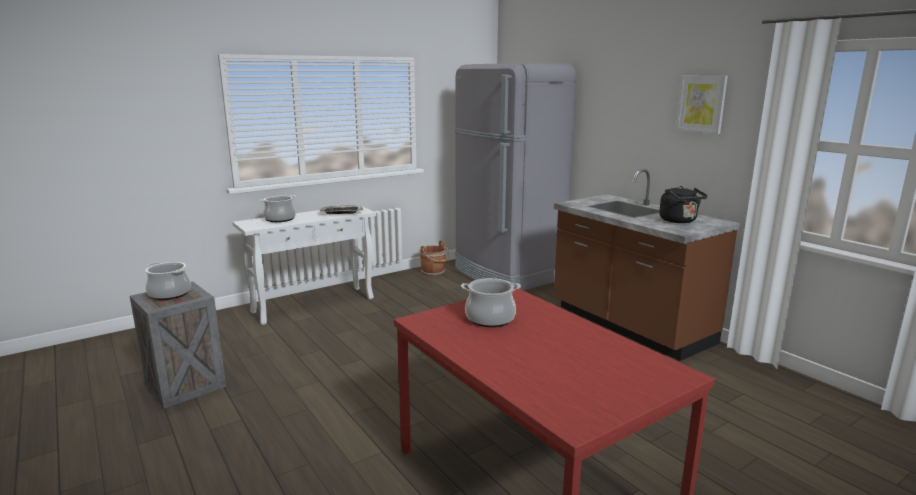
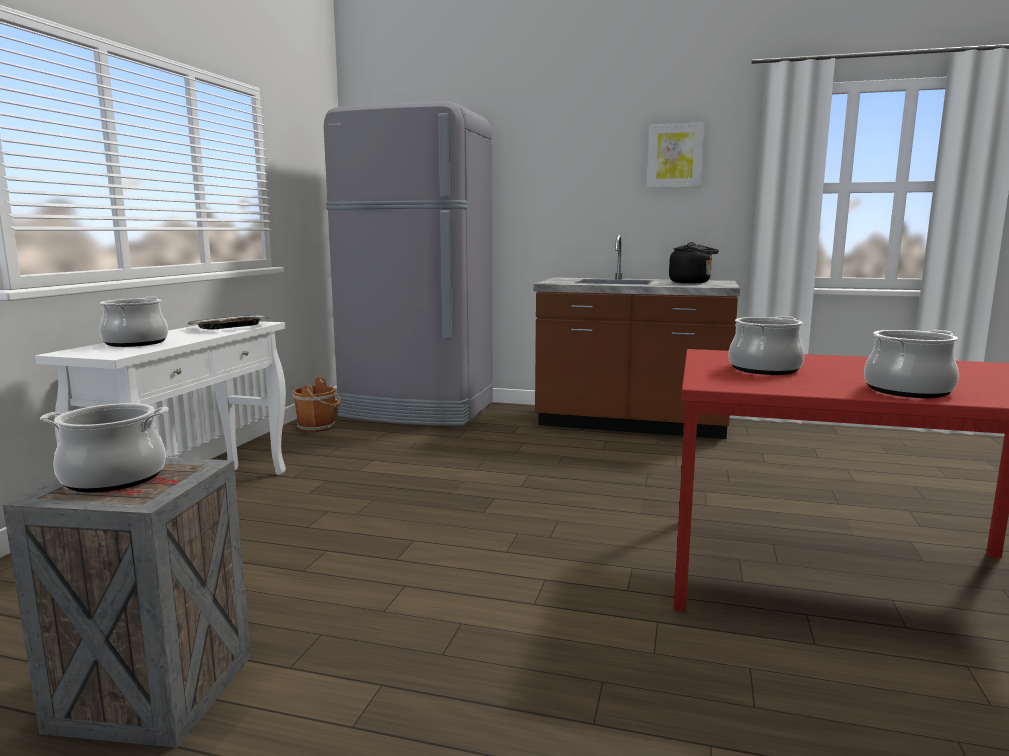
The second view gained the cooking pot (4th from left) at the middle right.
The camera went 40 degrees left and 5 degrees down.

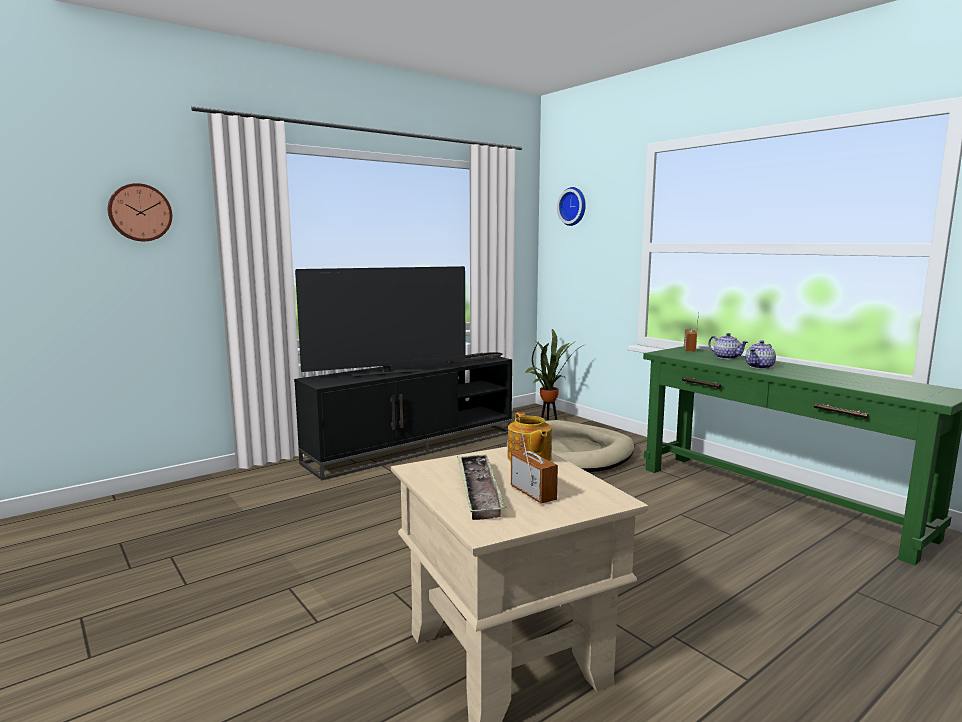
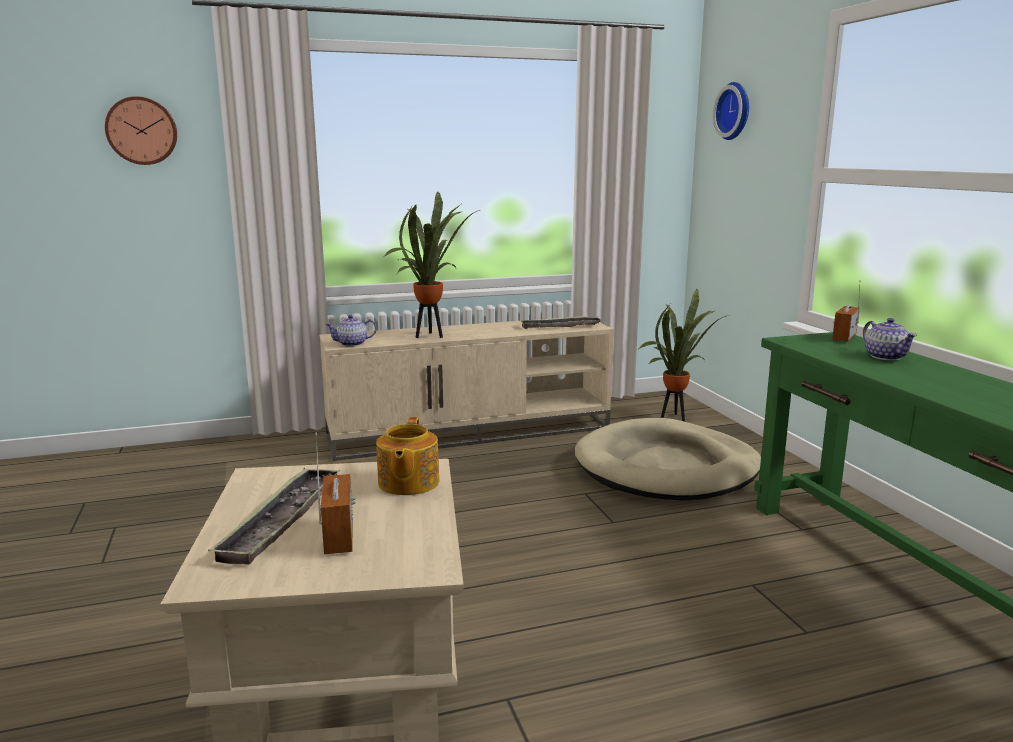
The teapot (3rd from left in the first image) ended up elsewhere, having gone from the middle right to the centre.
Where the television stood at the centre, the potted plant (1st from left) came to stand at the centre.
What was the black tv stand at the centre turned into the beige tv stand at the centre.
The camera went 20 degrees right and 5 degrees up.

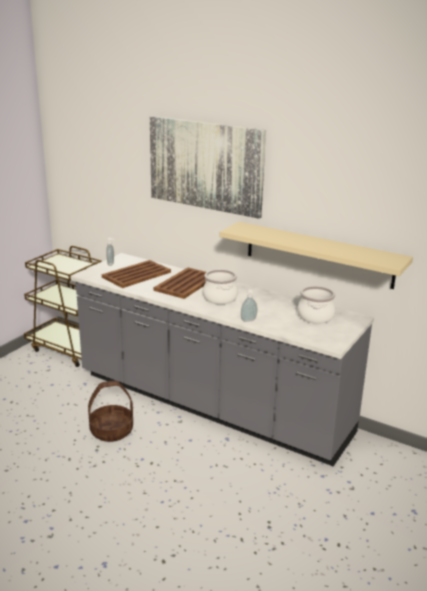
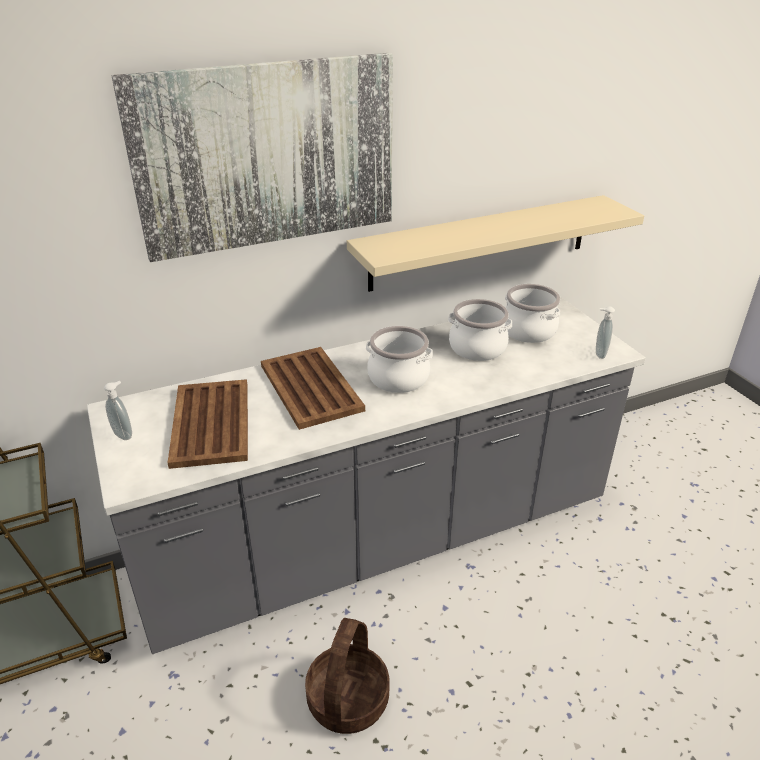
The second view gained the cooking pot (2nd from left) at the centre.
The soap dispenser (2nd from left) ended up elsewhere, having gone from the centre to the middle right.
The camera went 55 degrees left and 10 degrees up.

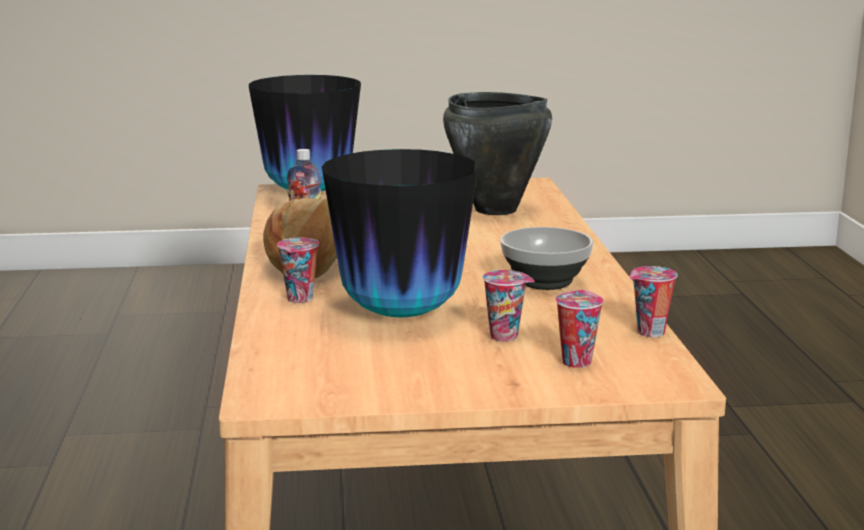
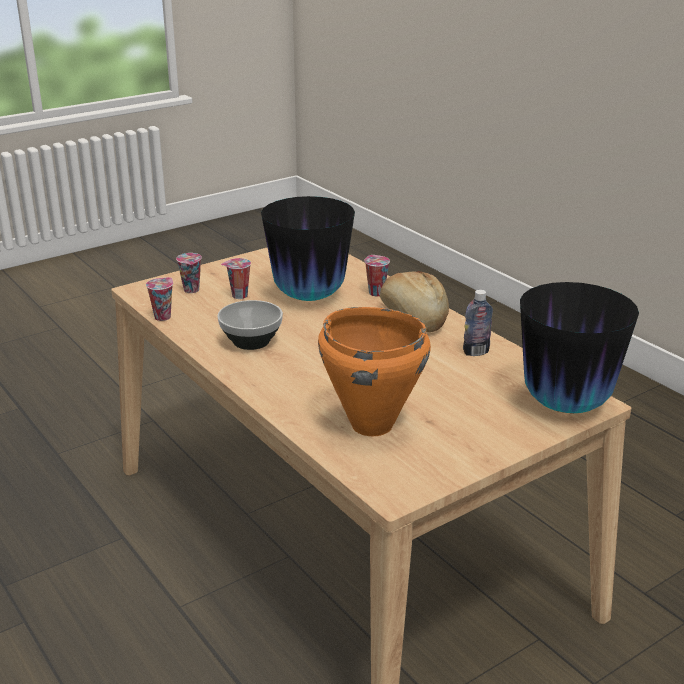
What was the black cooking pot at the top centre turned into the orange cooking pot at the centre.
The camera went 150 degrees right and 10 degrees up.

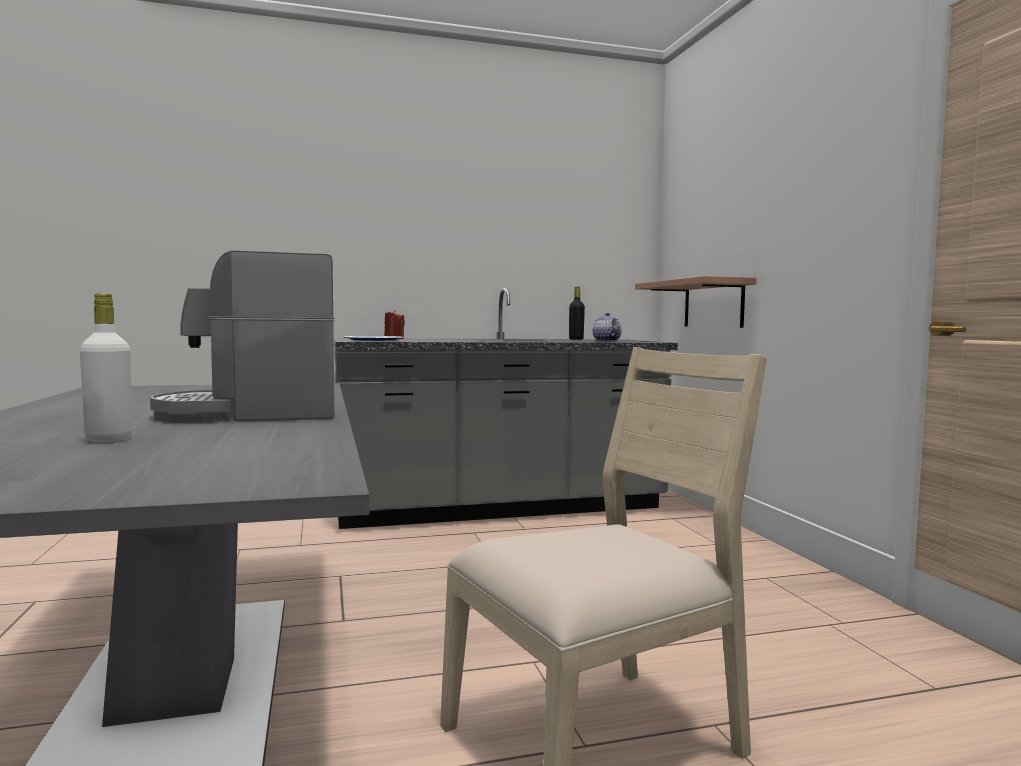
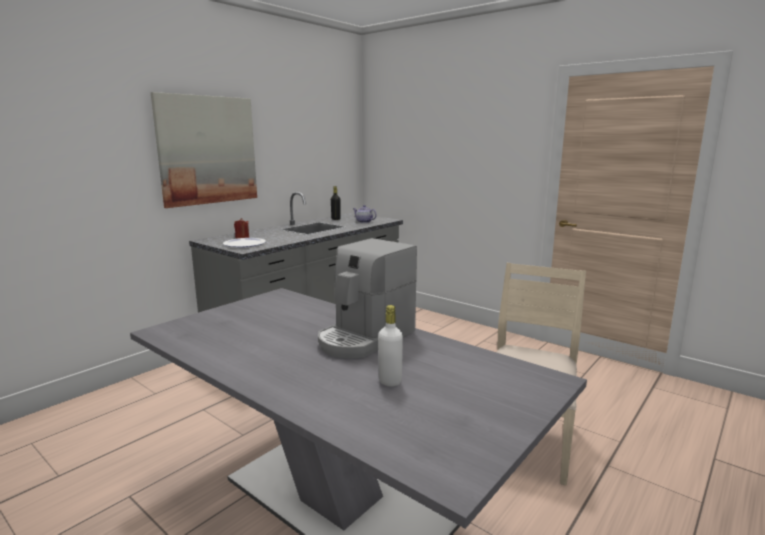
The second view lost the shelf at the middle right.
The second view gained the picture at the top left.
The camera went 35 degrees left and 10 degrees up.

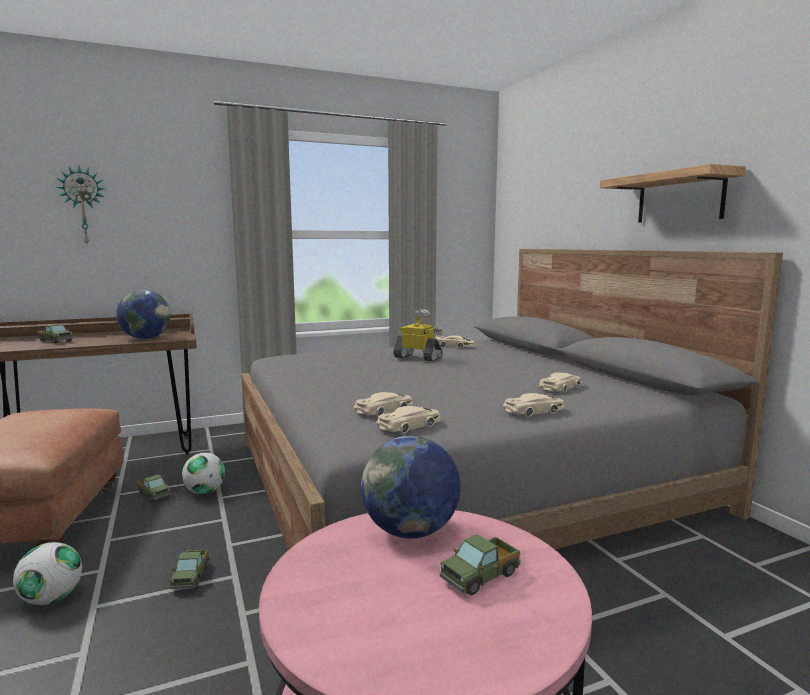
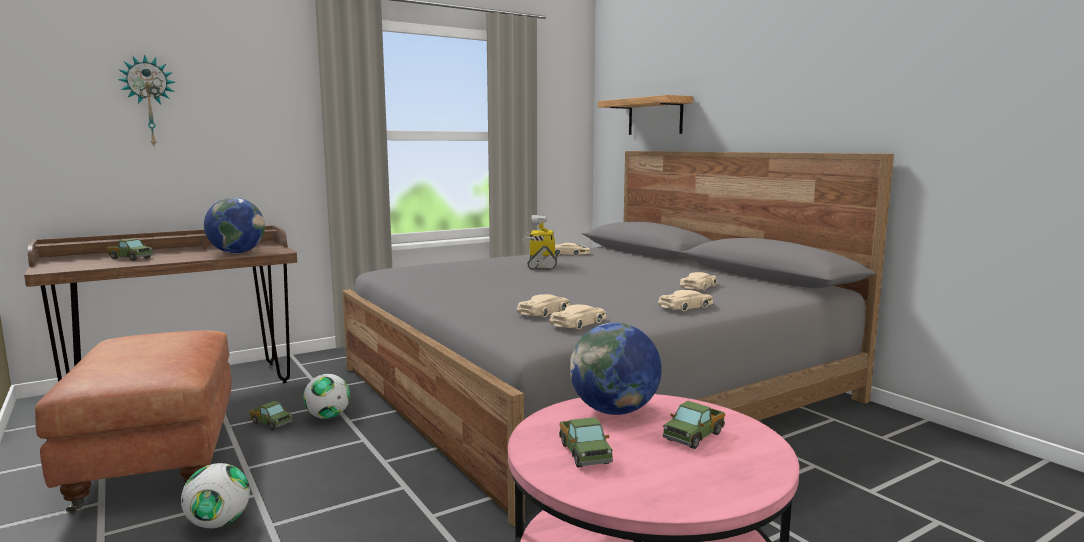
The toy truck (3rd from left) ended up elsewhere, having gone from the bottom left to the bottom centre.
The shelf ended up elsewhere, having gone from the top right to the top centre.
The toy robot at the centre ended up facing another way, 105 degrees counterclockwise from before.
The camera went 10 degrees left and 0 degrees up.

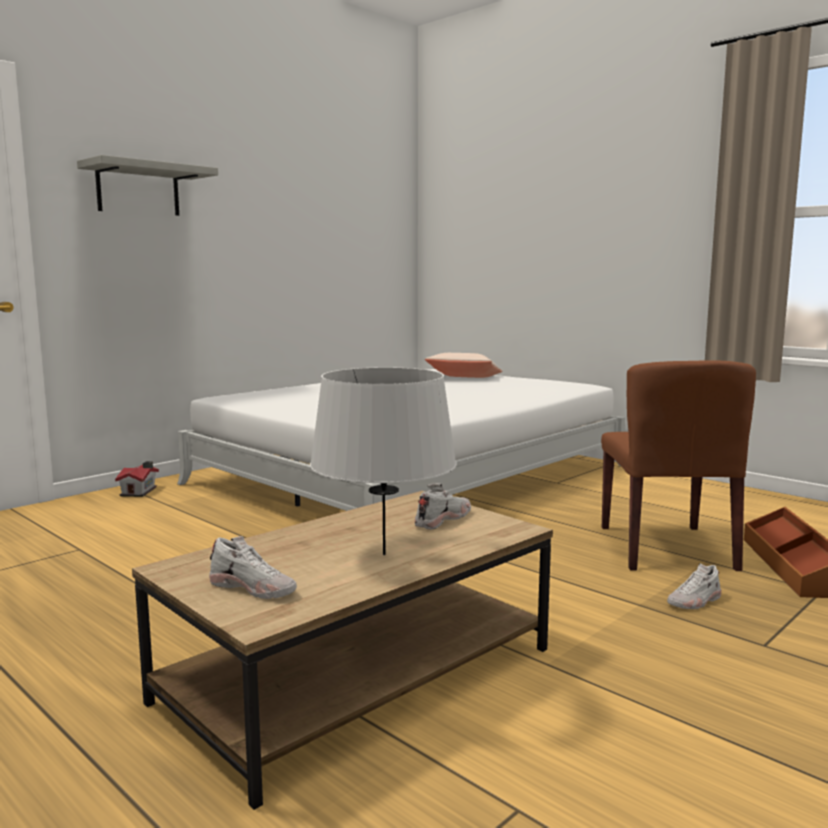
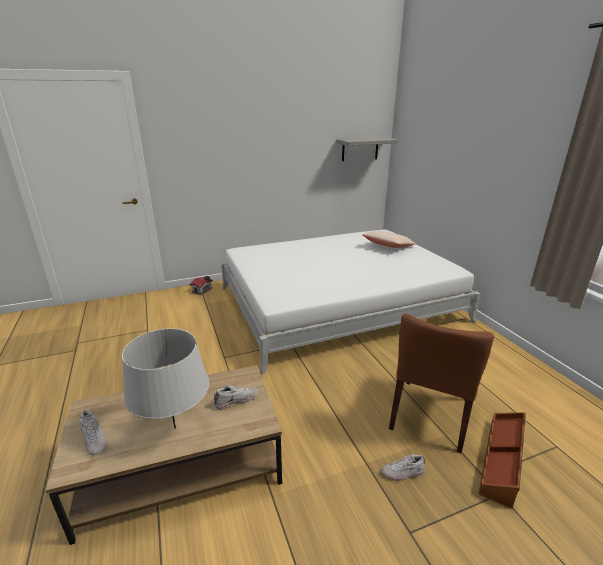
The grey shelf ended up elsewhere, having gone from the top left to the top centre.
The camera went 25 degrees right and 15 degrees up.

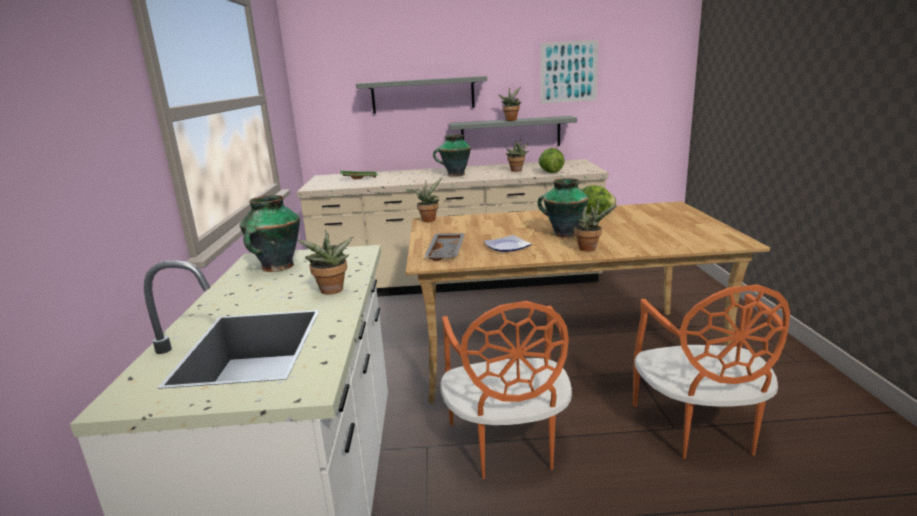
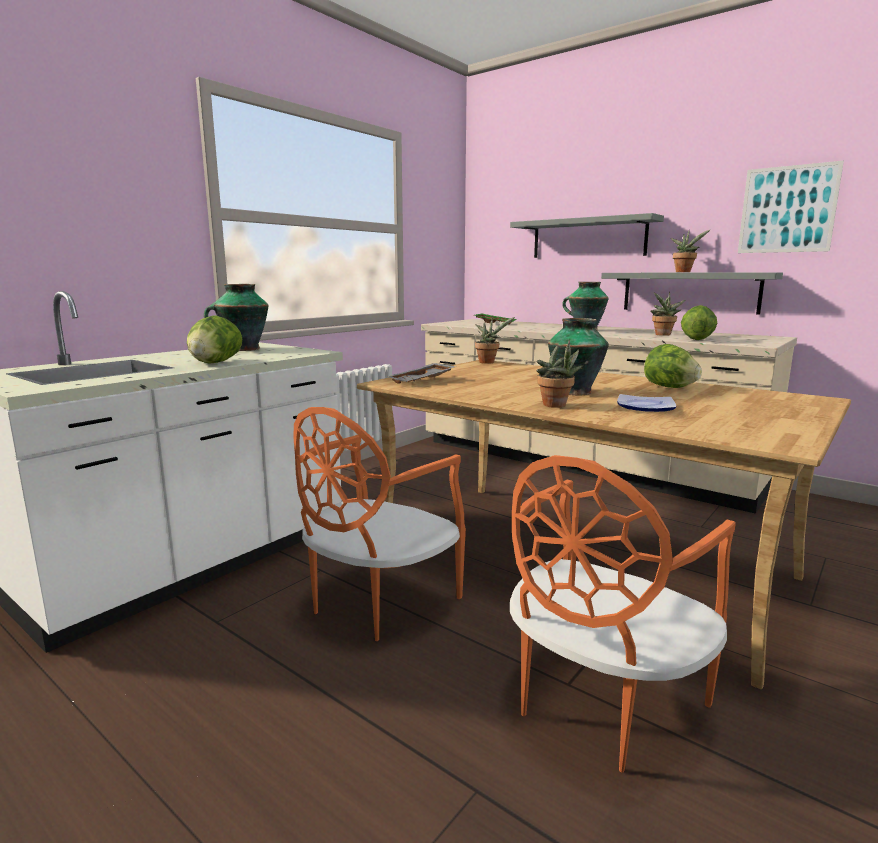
The plate ended up elsewhere, having gone from the centre to the middle right.
Where the potted plant (1st from left) stood at the centre, the lettuce (1st from left) came to stand at the middle left.
The camera went 40 degrees right and 5 degrees down.

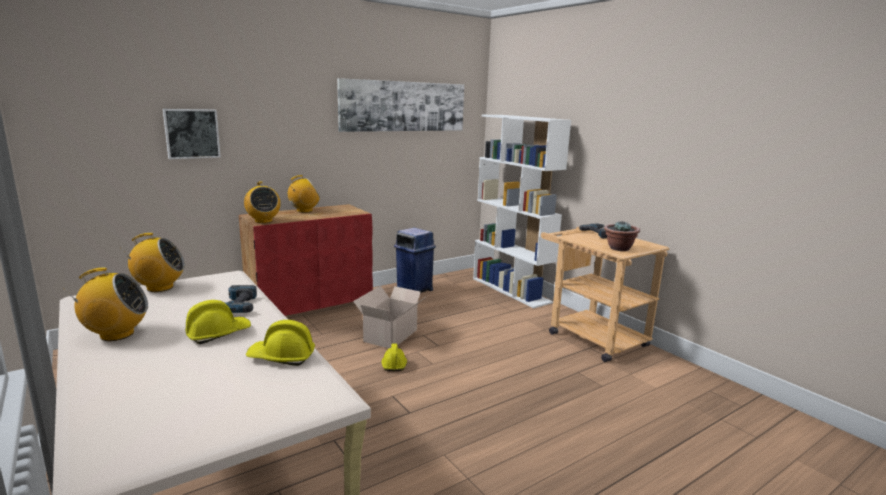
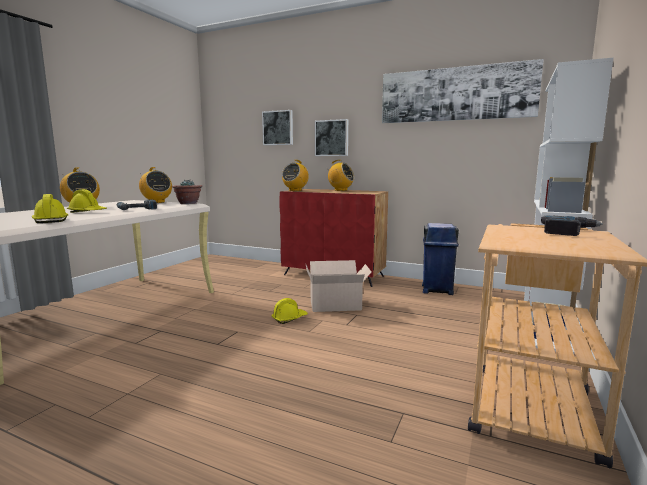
The second view gained the picture (2nd from left) at the top centre.
The potted plant ended up elsewhere, having gone from the middle right to the middle left.
The camera went 60 degrees right and 5 degrees down.

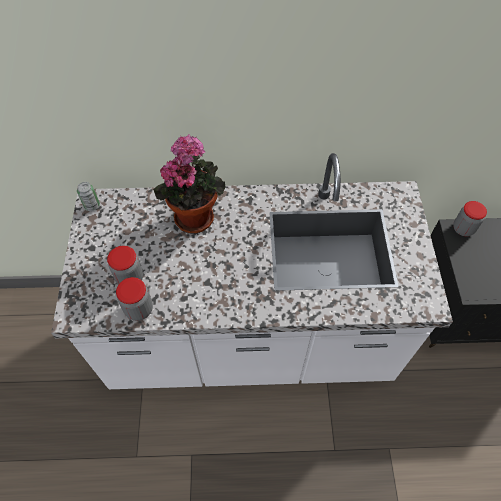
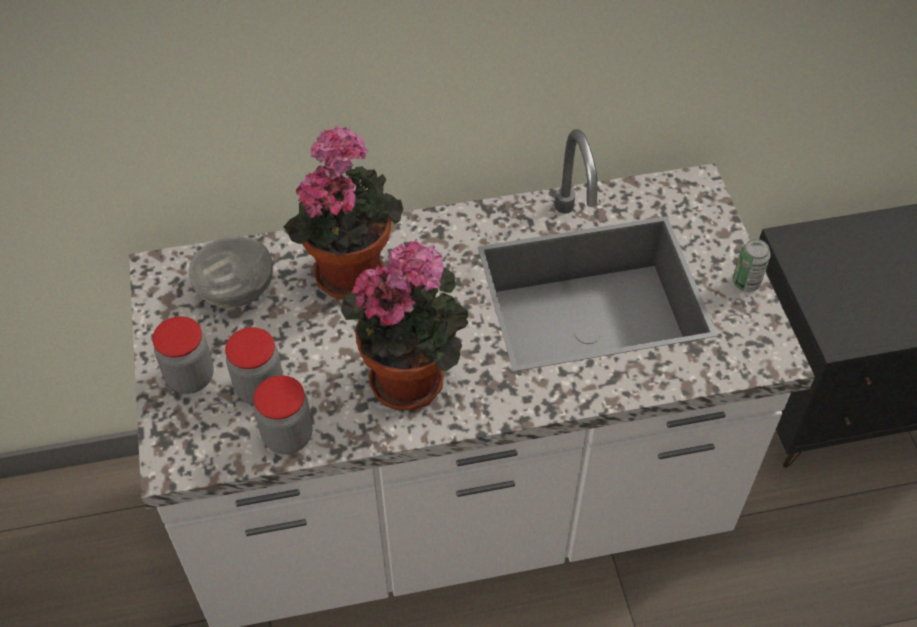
The second view gained the grey bowl at the middle left.
The second view gained the potted plant (2nd from left) at the centre.
The can ended up elsewhere, having gone from the middle left to the middle right.
The jar (3rd from left in the first image) ended up elsewhere, having gone from the middle right to the middle left.
The camera went 10 degrees left and 5 degrees down.

